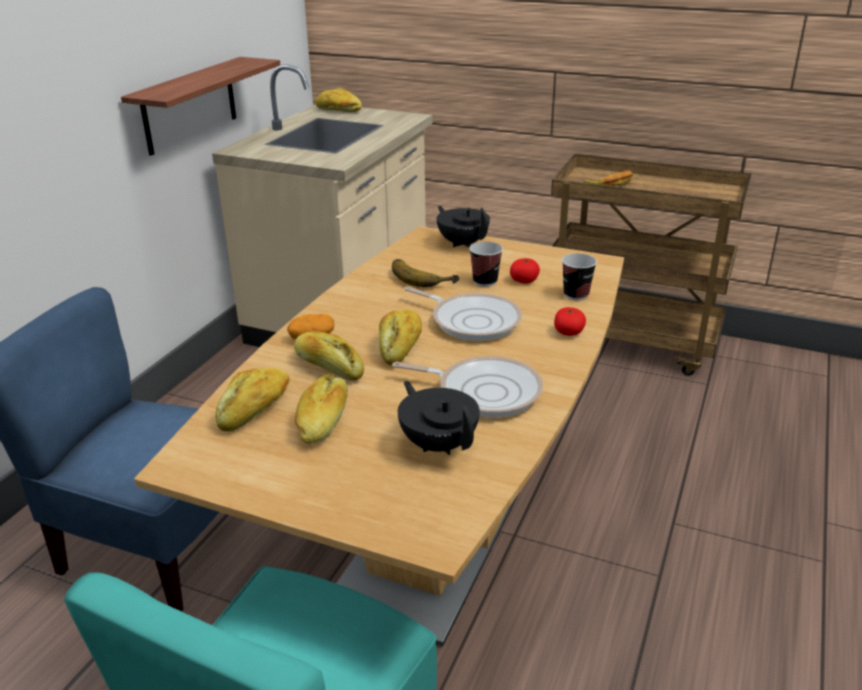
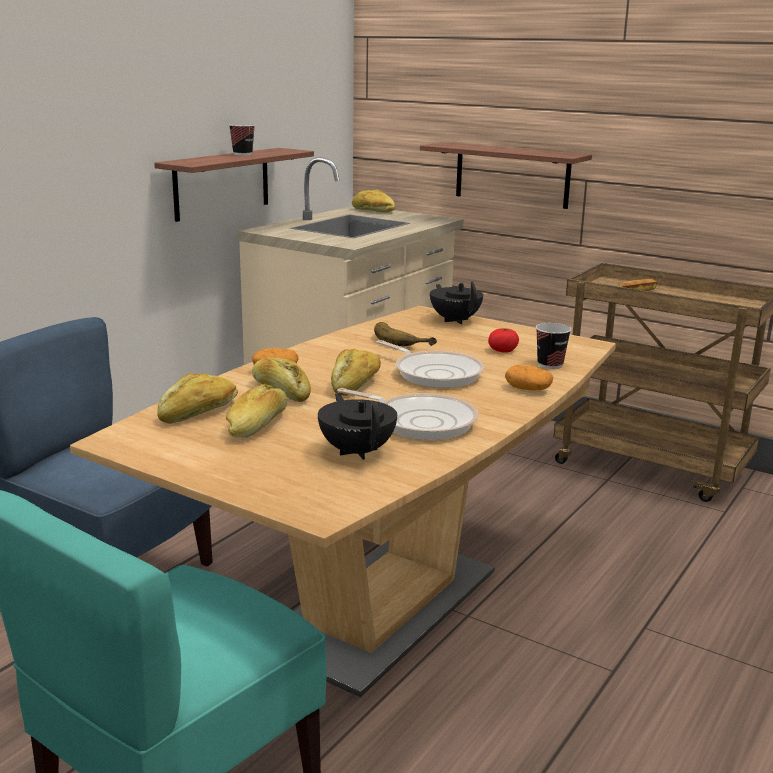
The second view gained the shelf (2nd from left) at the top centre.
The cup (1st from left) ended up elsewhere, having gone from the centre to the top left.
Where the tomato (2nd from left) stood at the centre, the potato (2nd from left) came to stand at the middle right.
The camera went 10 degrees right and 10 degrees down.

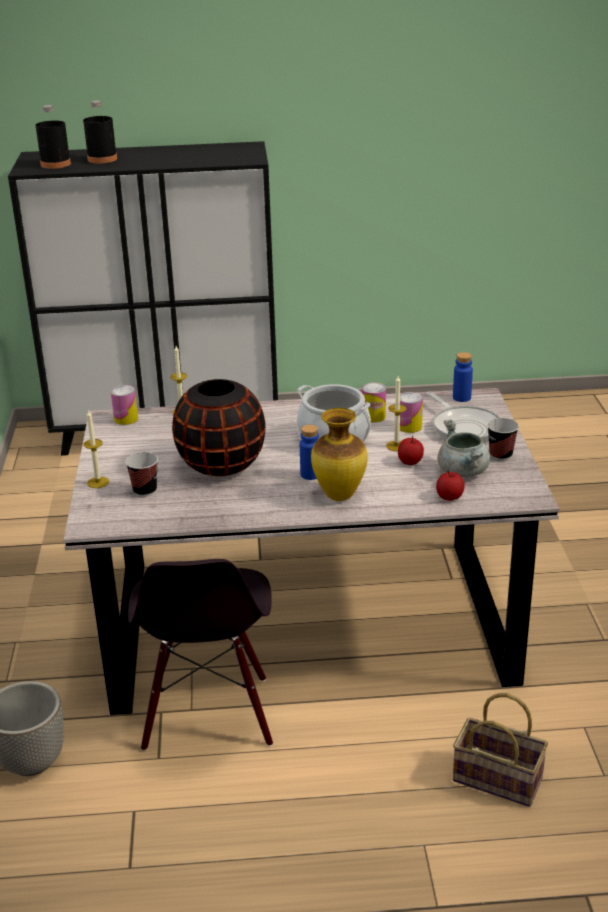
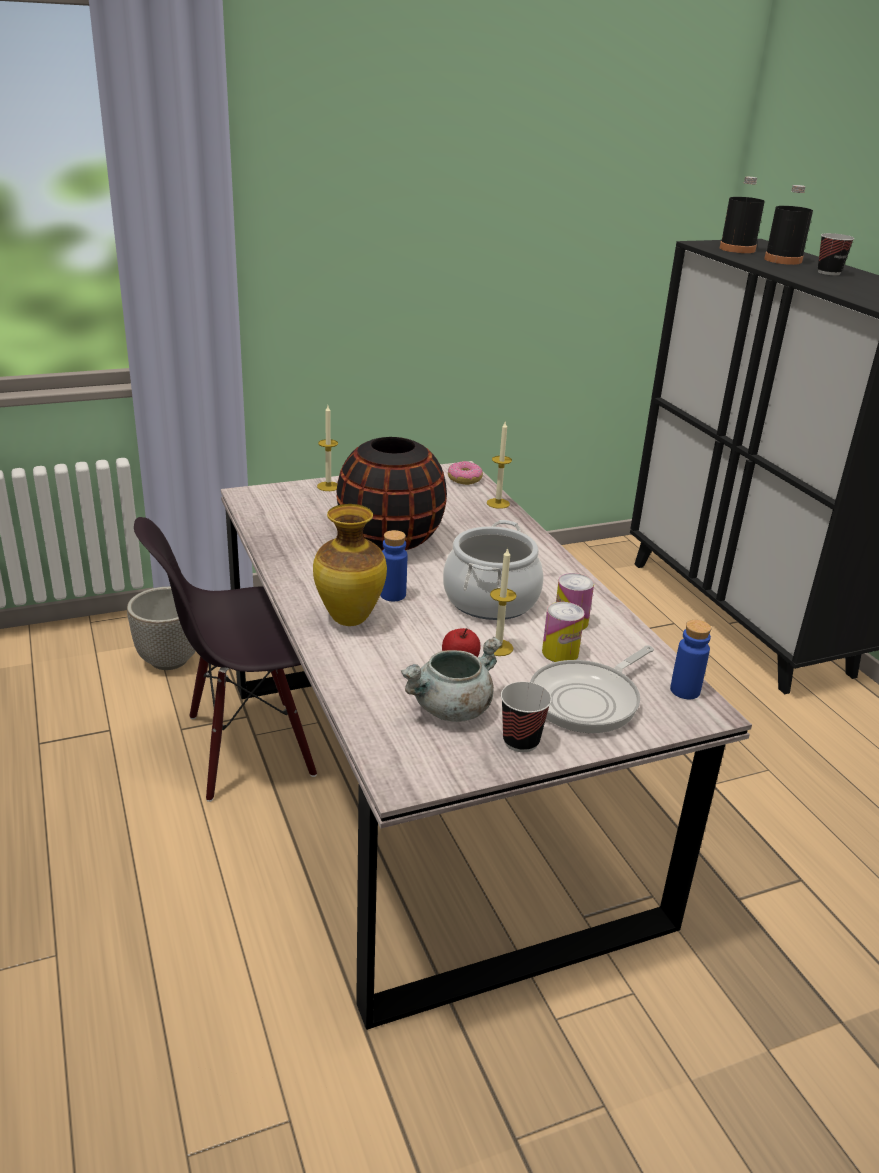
The second view lost the apple (2nd from left) at the middle right.
The second view lost the basket at the bottom right.
The cup (1st from left in the first image) ended up elsewhere, having gone from the middle left to the top right.
Where the can (1st from left) stood at the middle left, the donut came to stand at the centre.
The camera went 70 degrees right and 0 degrees up.

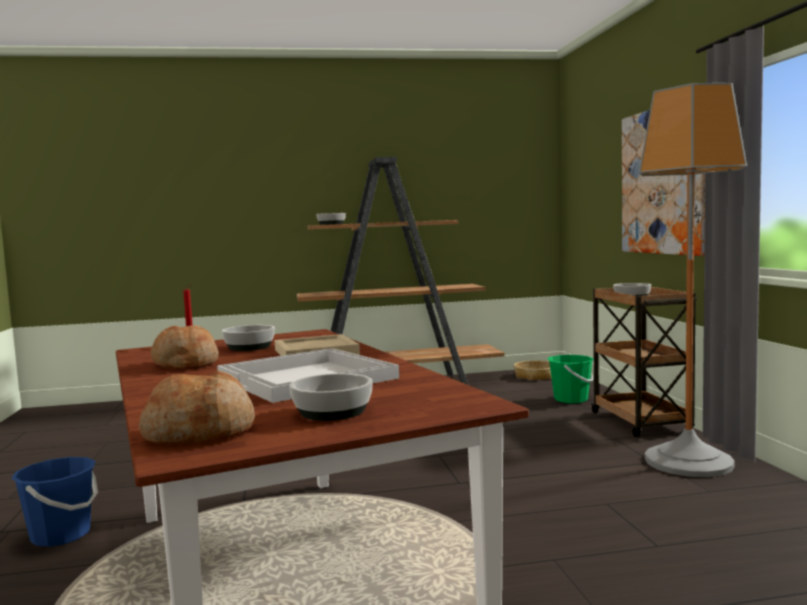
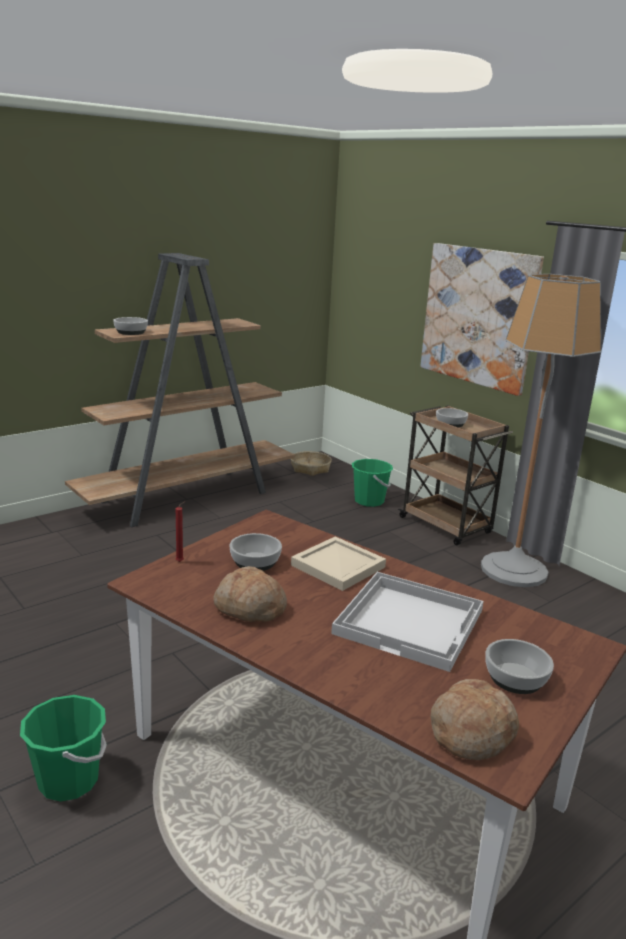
What was the blue bucket at the bottom left turned into the green bucket (1st from left) at the bottom left.
The camera went 30 degrees left and 15 degrees up.

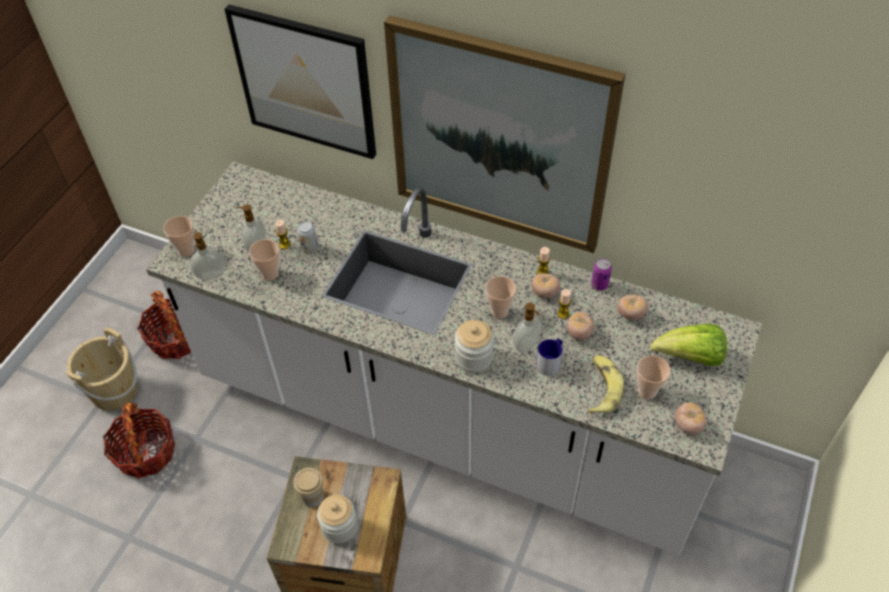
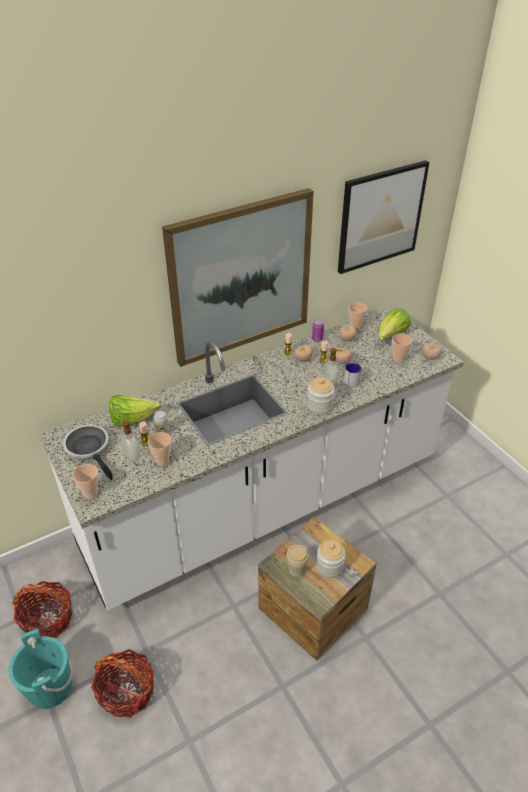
The second view lost the soap dispenser (1st from left) at the middle left.
The second view lost the banana at the middle right.
The second view gained the frying pan at the middle left.
The second view gained the lettuce (1st from left) at the middle left.
The picture (1st from left in the first image) ended up elsewhere, having gone from the top centre to the top right.
The cup (4th from left) ended up elsewhere, having gone from the centre to the middle right.
What was the beige bucket at the middle left turned into the turquoise bucket at the bottom left.
The camera went 55 degrees left and 10 degrees down.

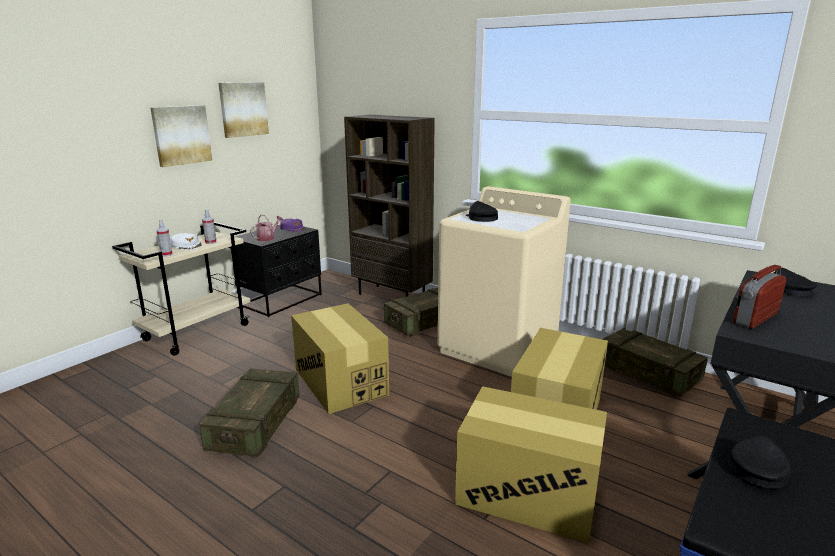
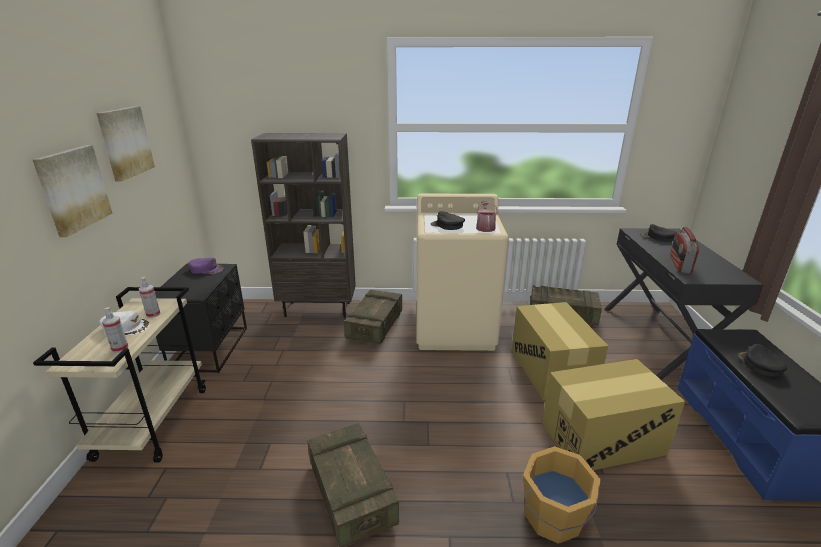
The second view lost the cardboard box (1st from left) at the centre.
The second view gained the orange bucket at the bottom right.
The watering can ended up elsewhere, having gone from the middle left to the centre.
The camera went 35 degrees left and 5 degrees up.

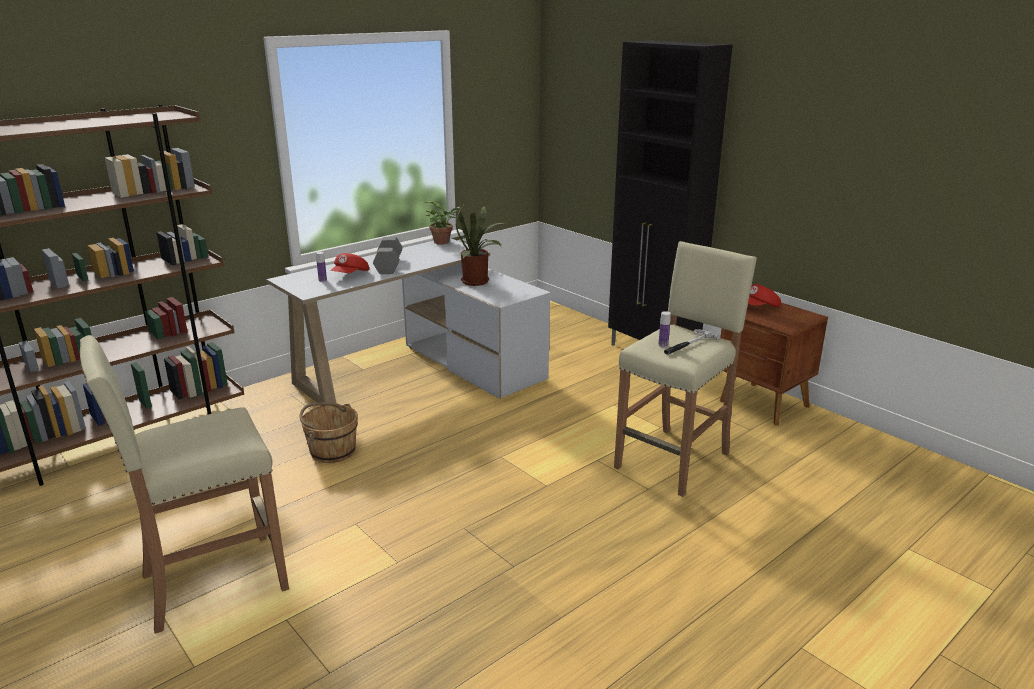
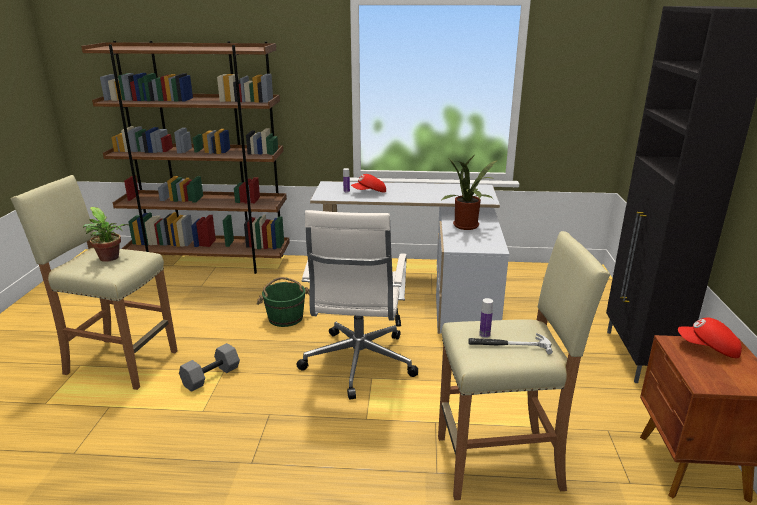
The second view gained the white office chair at the centre.
The grey dumbbell ended up elsewhere, having gone from the centre to the bottom left.
The potted plant (1st from left) ended up elsewhere, having gone from the top centre to the middle left.
What was the brown bucket at the middle left turned into the green bucket at the centre.
The camera went 45 degrees right and 0 degrees up.

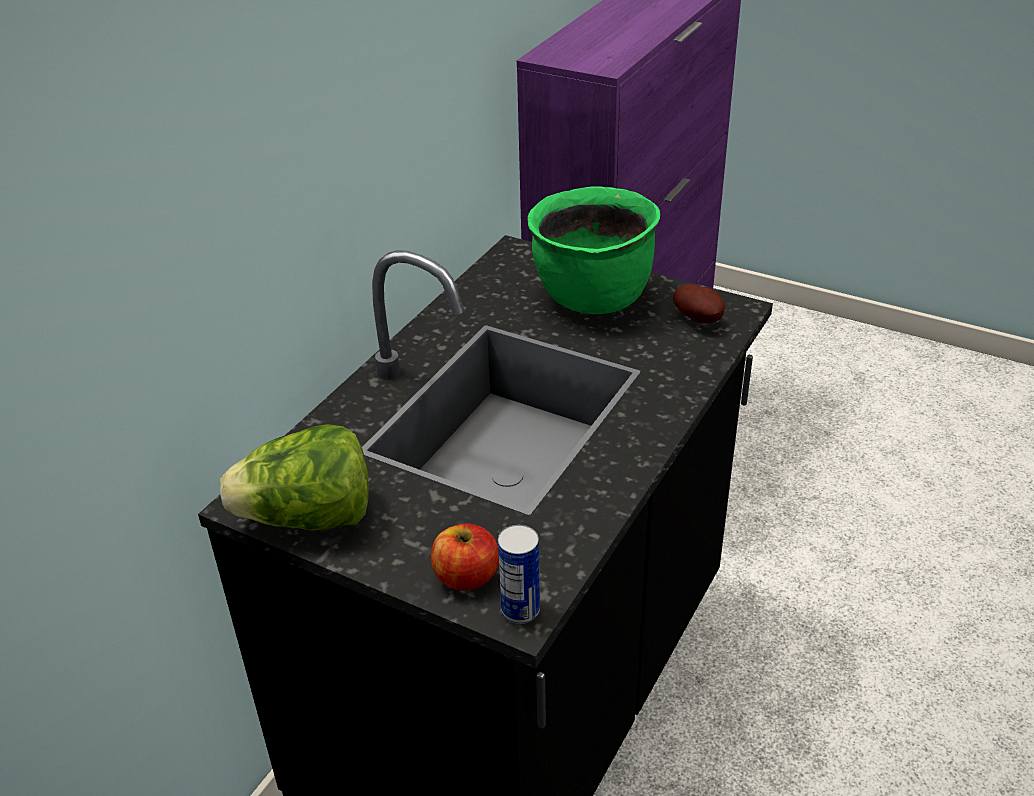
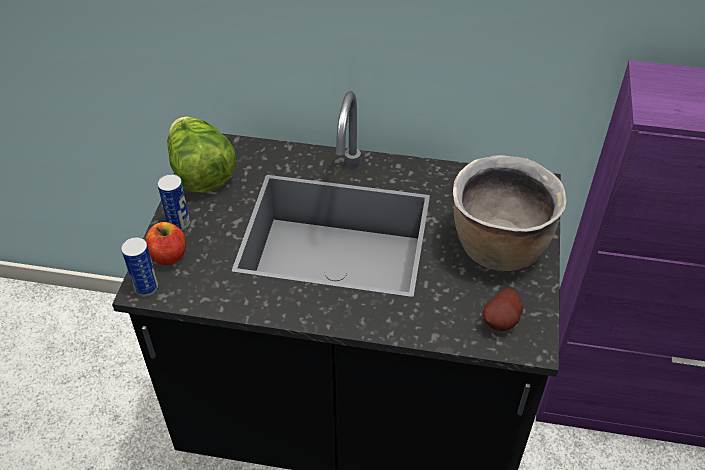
The second view gained the can (2nd from left) at the middle left.
What was the green cooking pot at the top centre turned into the brown cooking pot at the middle right.
The camera went 70 degrees right and 10 degrees up.

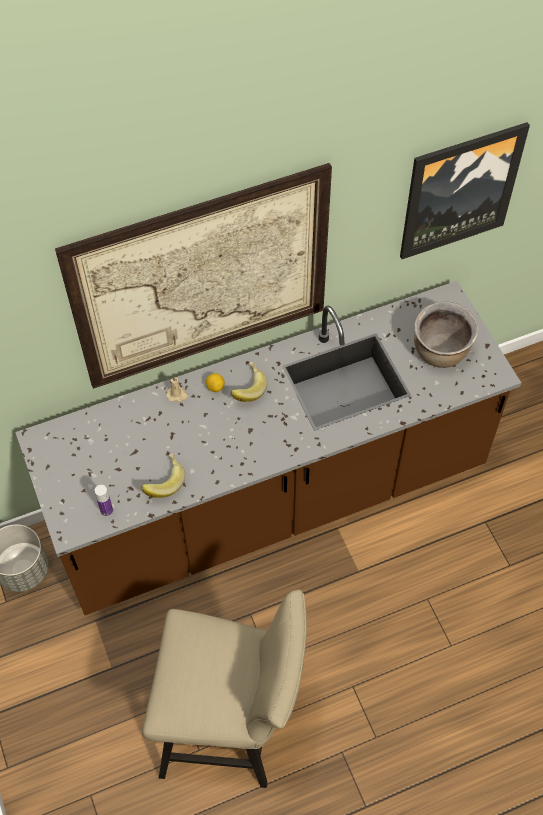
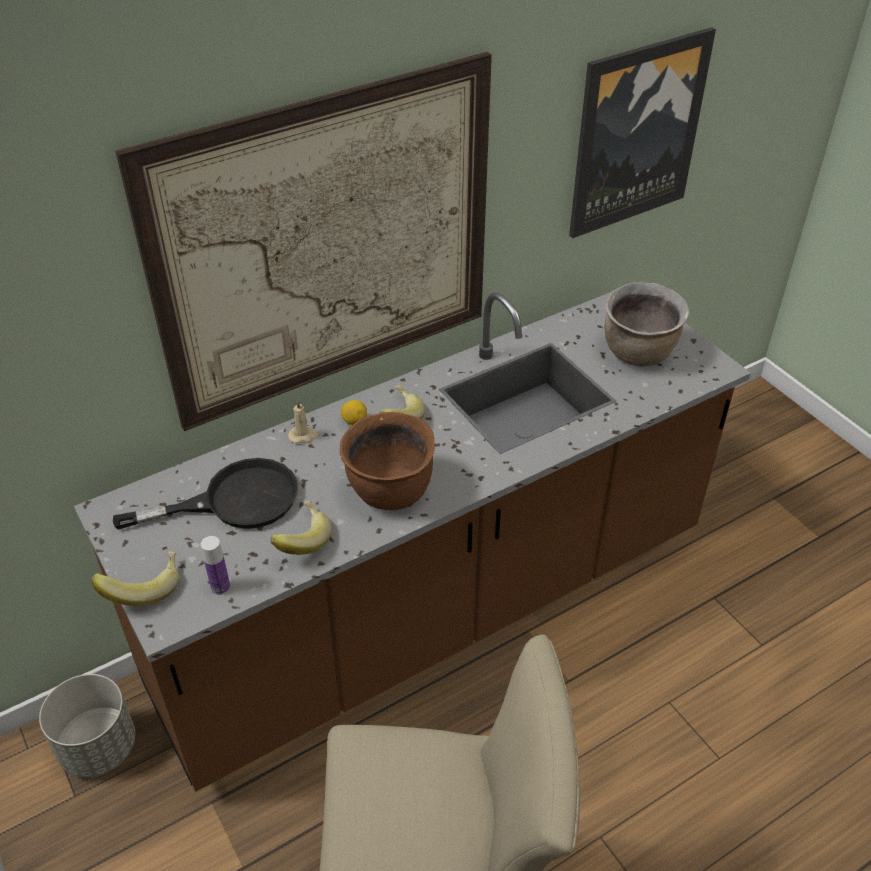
The second view gained the banana (1st from left) at the middle left.
The second view gained the black frying pan at the middle left.
The second view gained the brown cooking pot (1st from left) at the centre.
The camera went 10 degrees left and 15 degrees down.

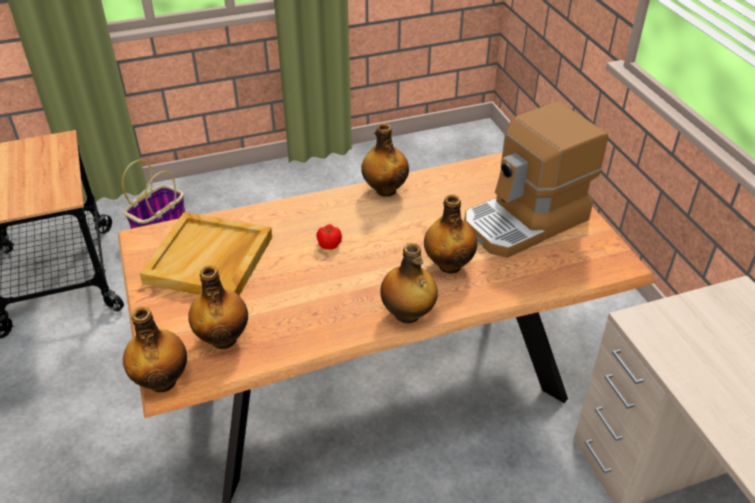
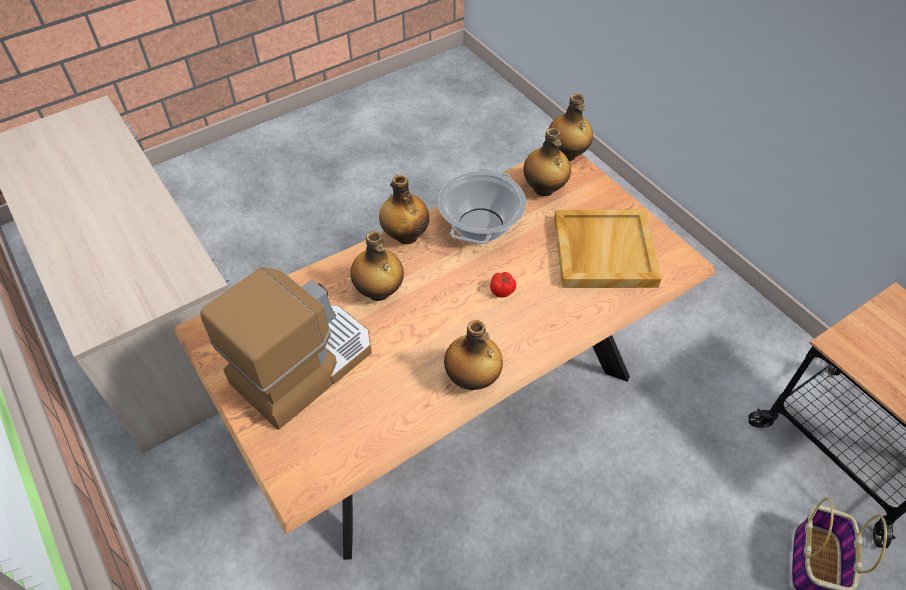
The second view gained the cooking pot at the centre.
The camera went 165 degrees right and 10 degrees up.

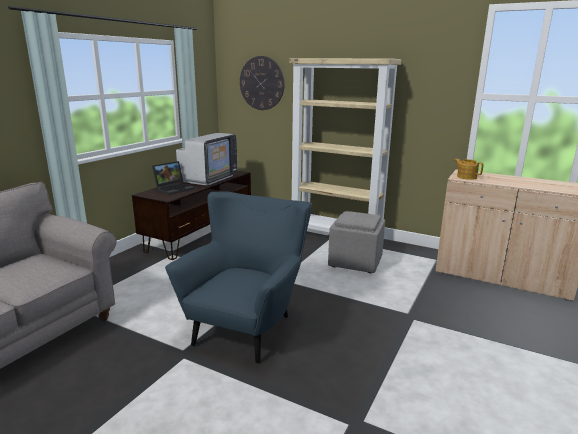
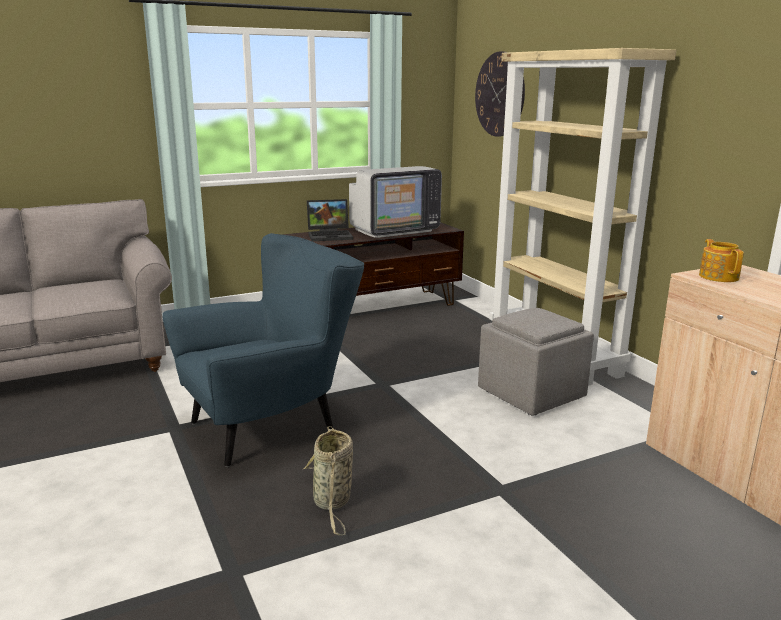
The second view gained the basket at the bottom centre.
The camera went 35 degrees right and 0 degrees up.

